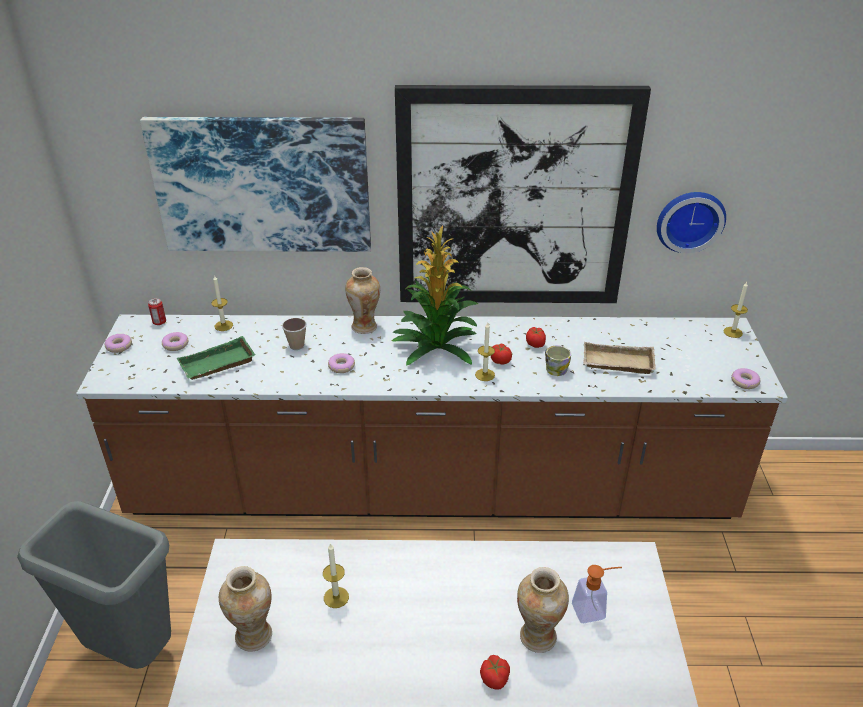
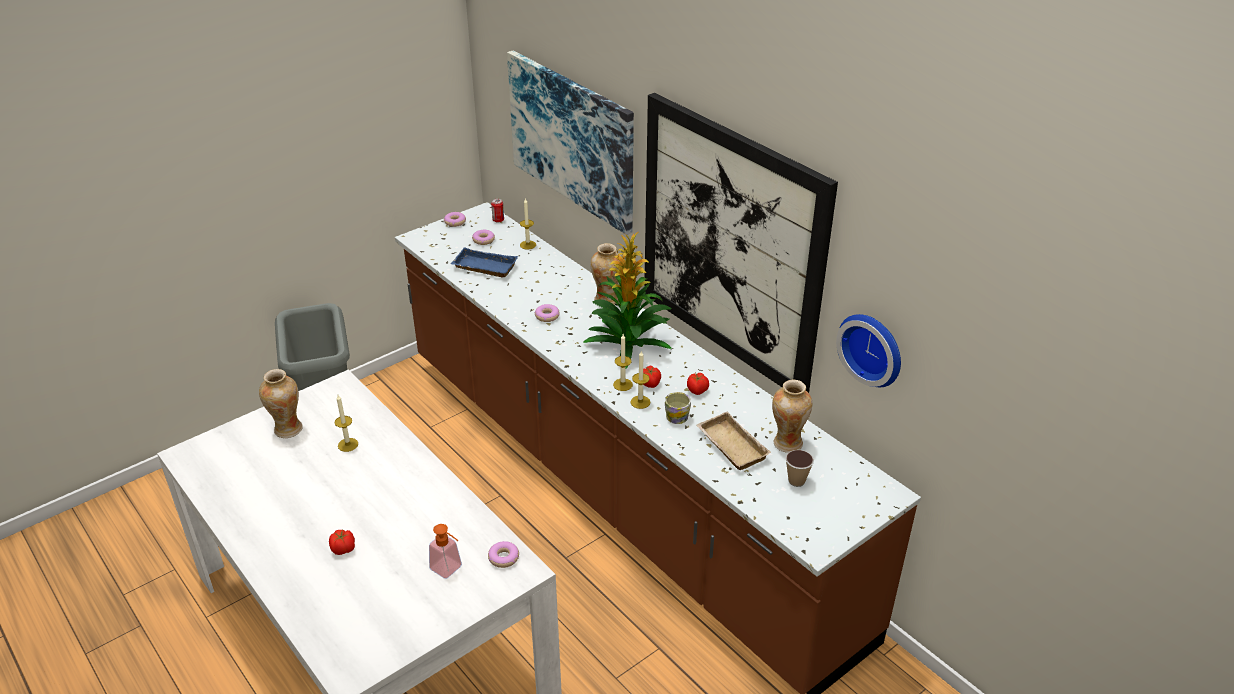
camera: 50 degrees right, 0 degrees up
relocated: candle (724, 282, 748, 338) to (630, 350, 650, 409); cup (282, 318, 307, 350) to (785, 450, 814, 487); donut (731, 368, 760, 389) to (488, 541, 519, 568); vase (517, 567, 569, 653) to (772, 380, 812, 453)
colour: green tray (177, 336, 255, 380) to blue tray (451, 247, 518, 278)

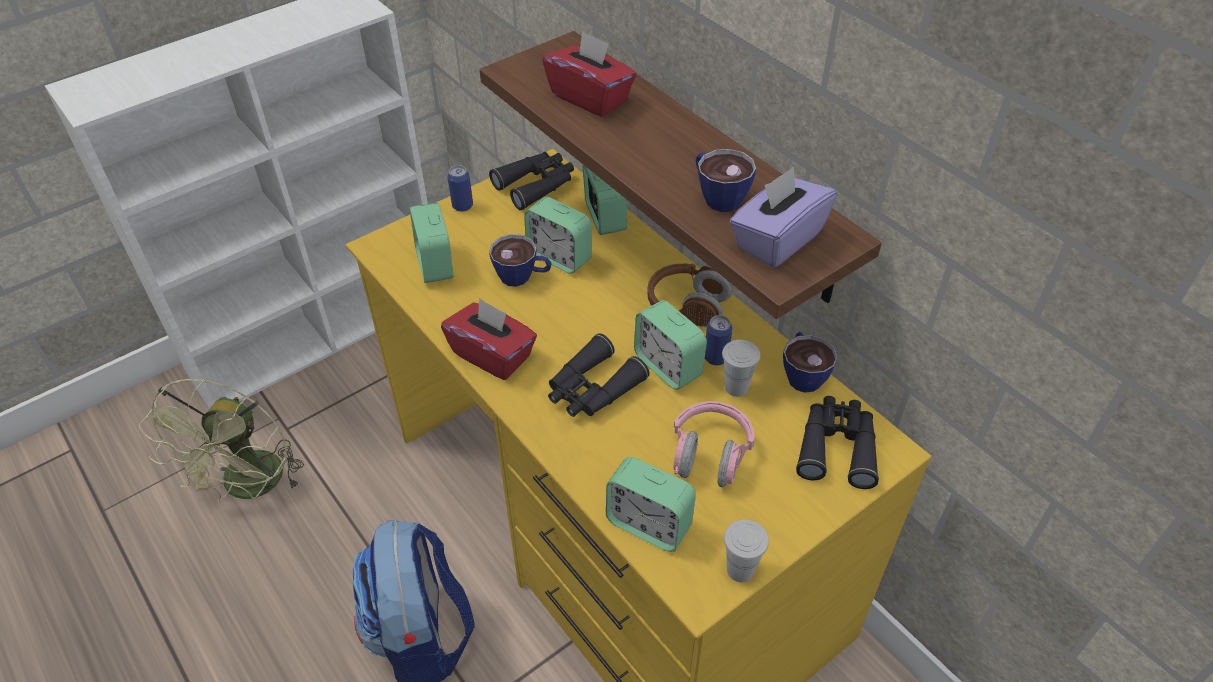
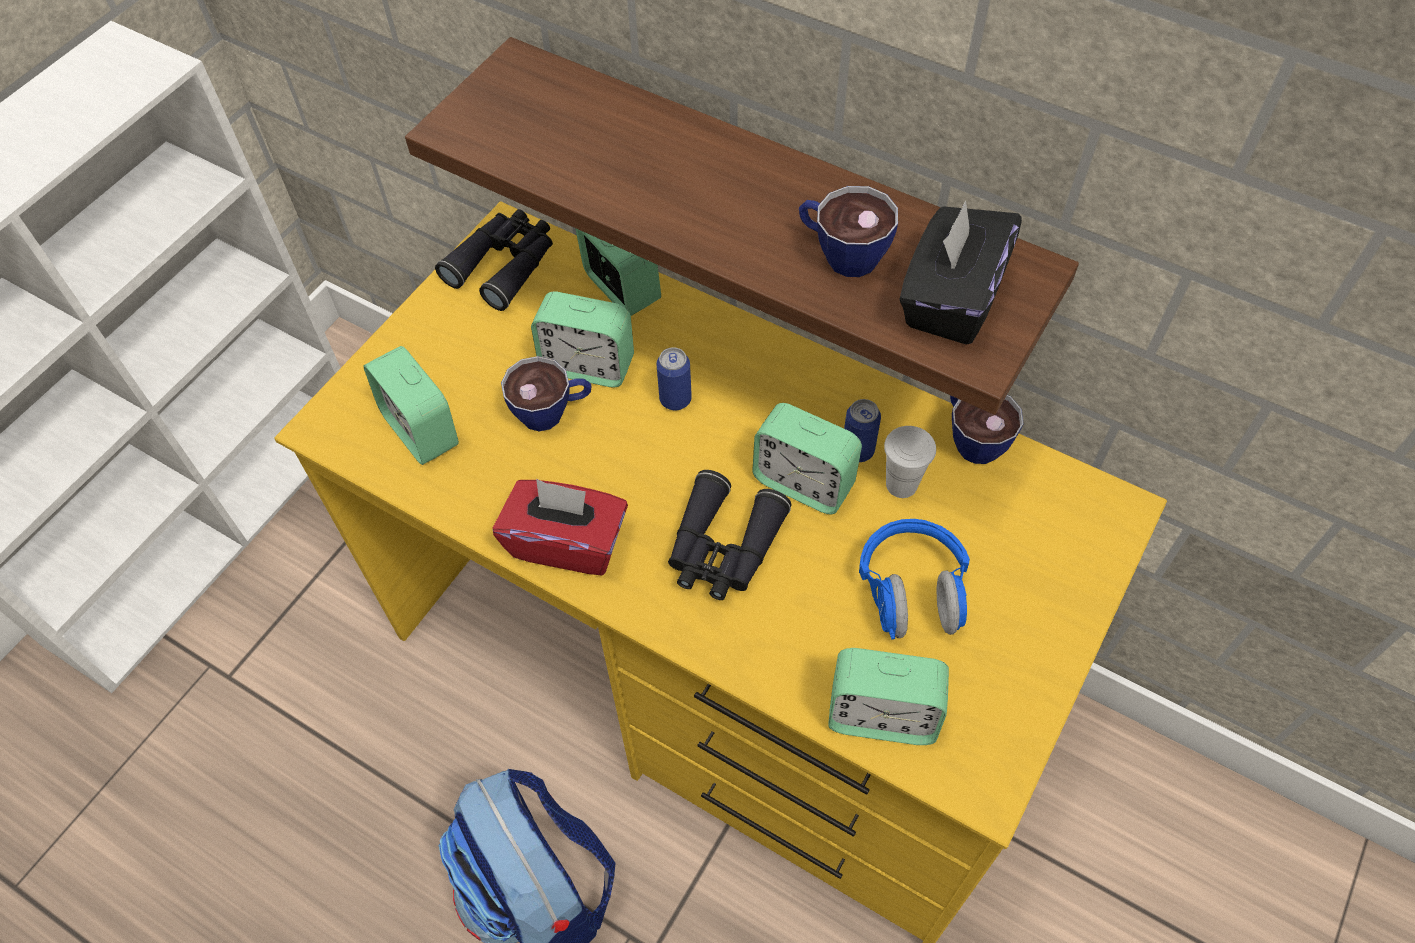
camera: 20 degrees left, 10 degrees up
missing: red tissue box (542, 31, 637, 117); brown headphones (647, 264, 732, 327); green fan (139, 379, 304, 501); black binoculars (796, 396, 879, 489); white cup (724, 520, 769, 582)
relocated: can (447, 165, 473, 212) to (657, 347, 692, 410)
colour: purple tissue box (730, 167, 837, 268) to black tissue box (899, 201, 1022, 345); pink headphones (673, 401, 755, 487) to blue headphones (859, 519, 970, 640)

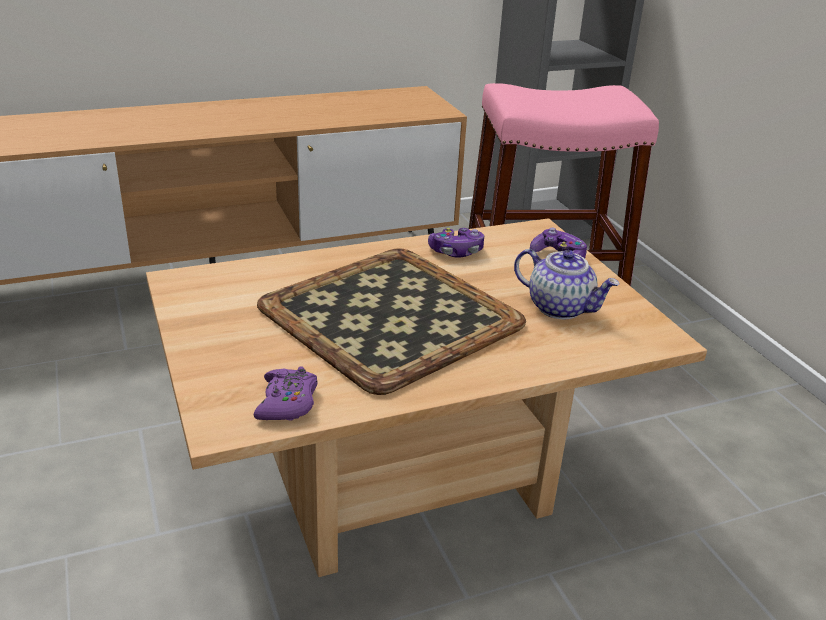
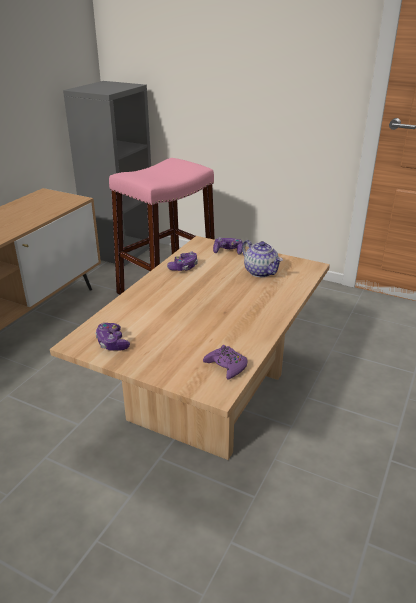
camera: 40 degrees left, 0 degrees up
missing: tray (257, 248, 526, 395)
appeared: game controller (95, 323, 130, 351)
spun: teapot (514, 249, 620, 319) = (242, 240, 283, 277) 60 degrees clockwise

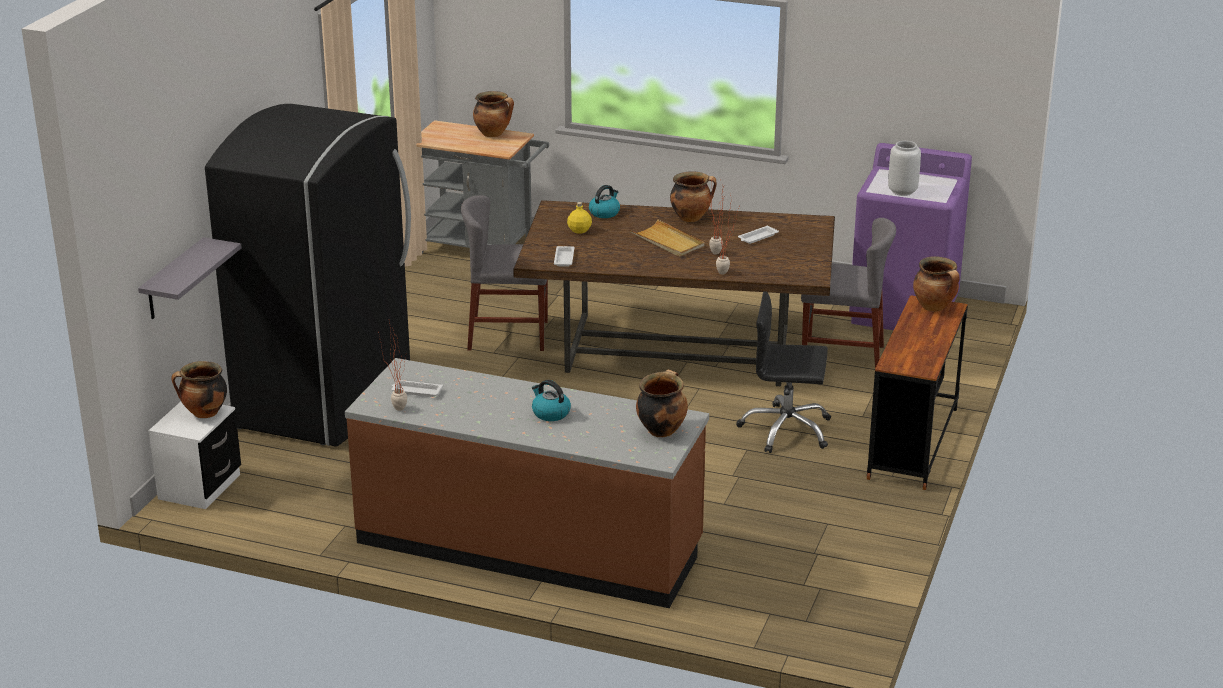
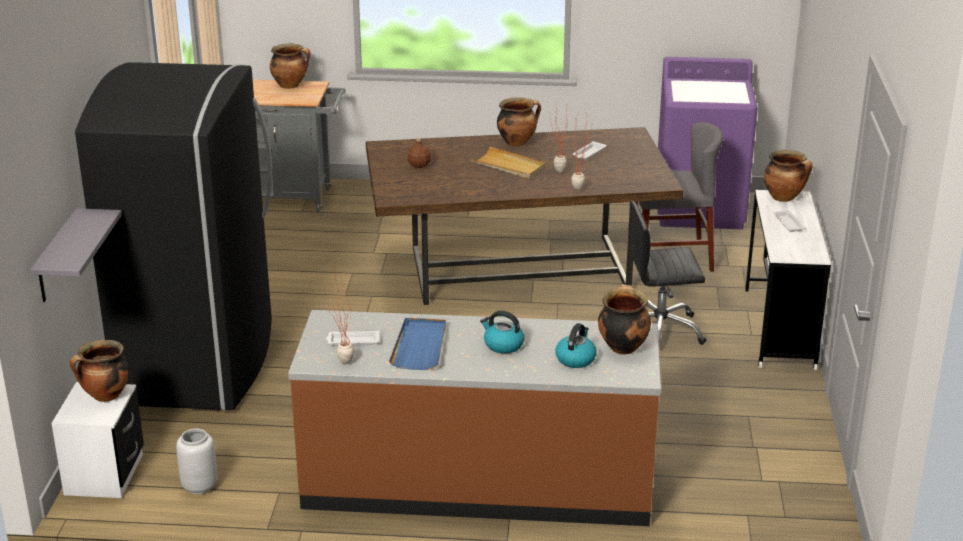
camera: 15 degrees left, 0 degrees up
missing: grey chair (461, 196, 548, 351)
appeared: blue tray (389, 318, 446, 370)
relocated: grey vase (888, 141, 921, 196) to (176, 428, 217, 494); kettle (589, 185, 620, 218) to (555, 323, 597, 368); white tray (554, 246, 574, 267) to (773, 210, 806, 232)
colour: yellow bottle (567, 202, 592, 234) to brown bottle (407, 137, 431, 168); brown desk (867, 295, 968, 490) to white desk (745, 190, 831, 370)

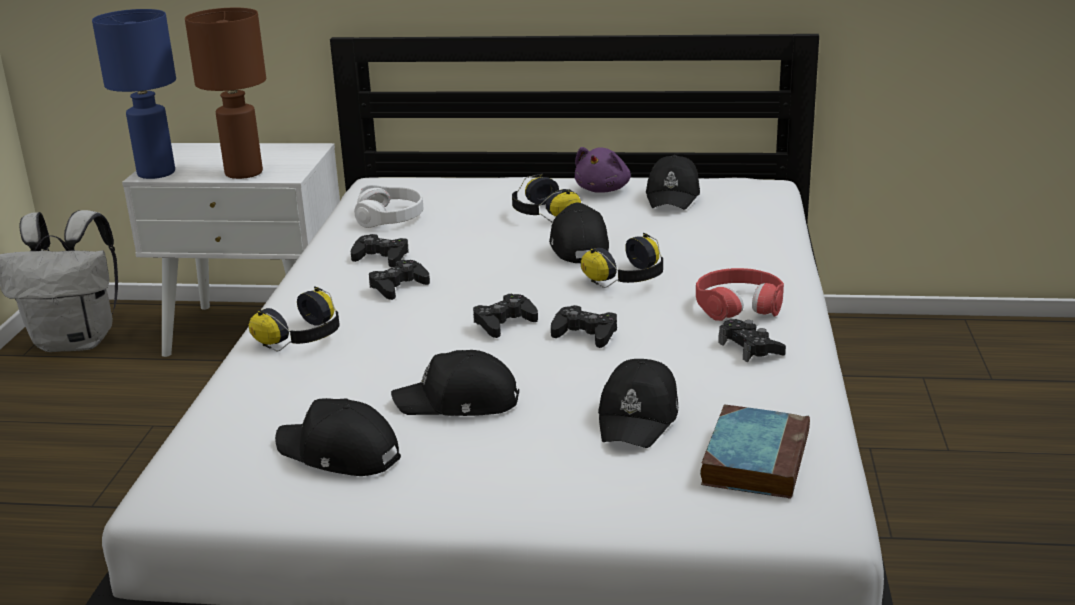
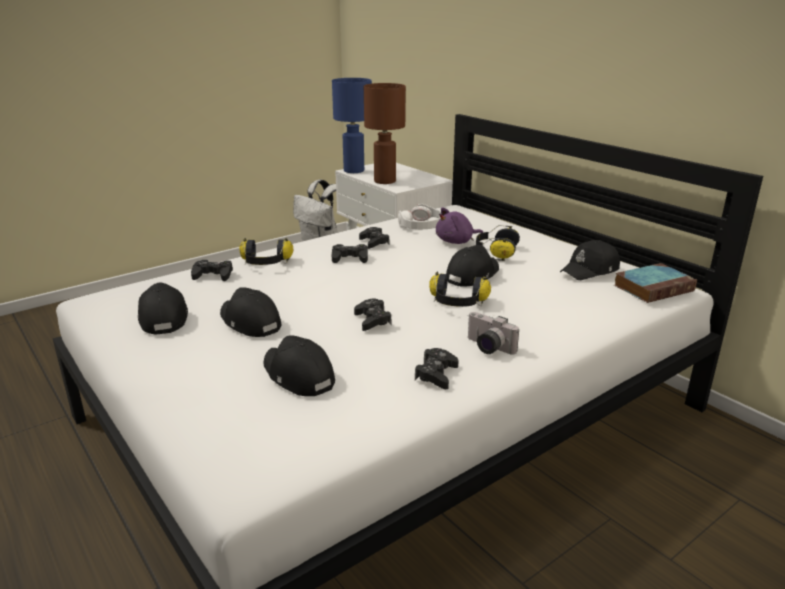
camera: 45 degrees right, 0 degrees up
relocated: purple plush toy (575, 147, 631, 193) to (436, 207, 483, 244); black game controller (473, 294, 538, 338) to (191, 260, 233, 281); book (700, 405, 810, 499) to (614, 263, 697, 303)
exchanged: red headphones (696, 268, 784, 321) to photo camera (468, 312, 519, 355)
spun: black cap (598, 359, 678, 448) = (264, 335, 335, 396) 75 degrees clockwise

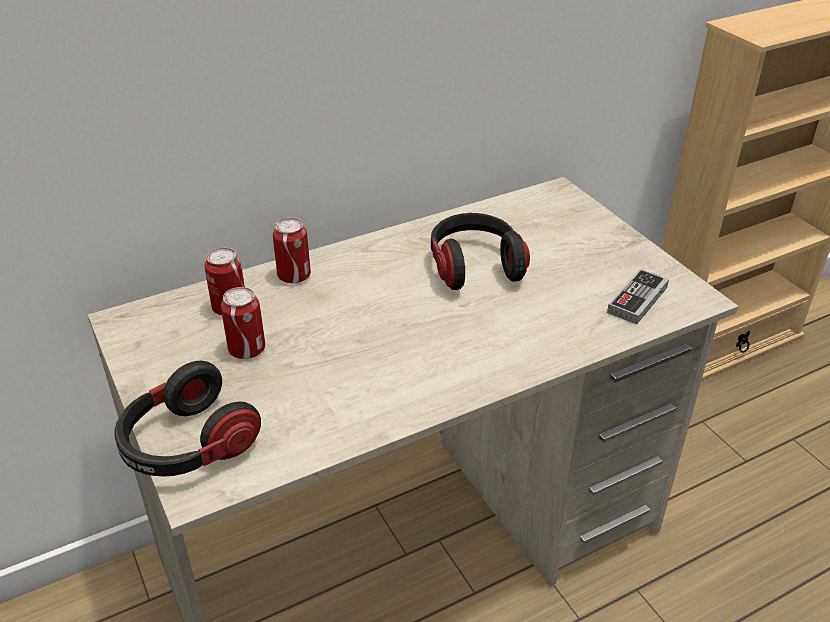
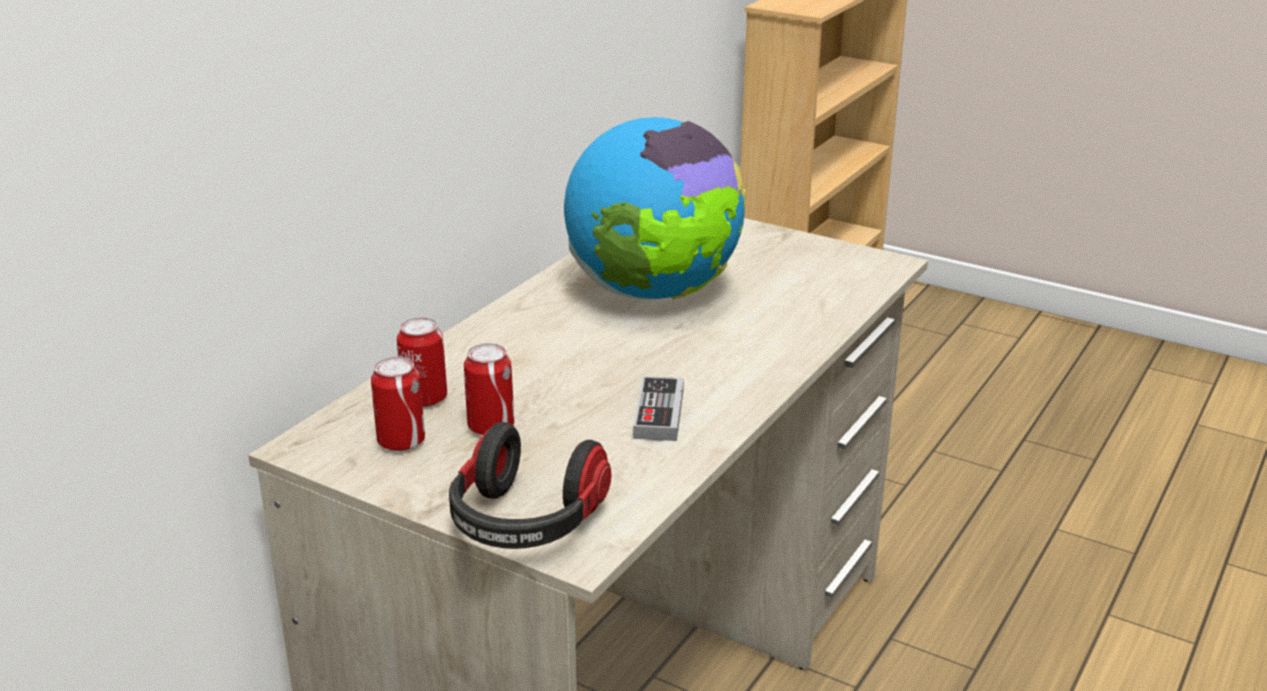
camera: 30 degrees left, 10 degrees down
relocated: can (273, 218, 311, 283) to (371, 357, 425, 451); game controller (607, 269, 669, 325) to (633, 376, 684, 441)
exchanged: headphones (431, 213, 530, 290) to globe (564, 117, 747, 300)

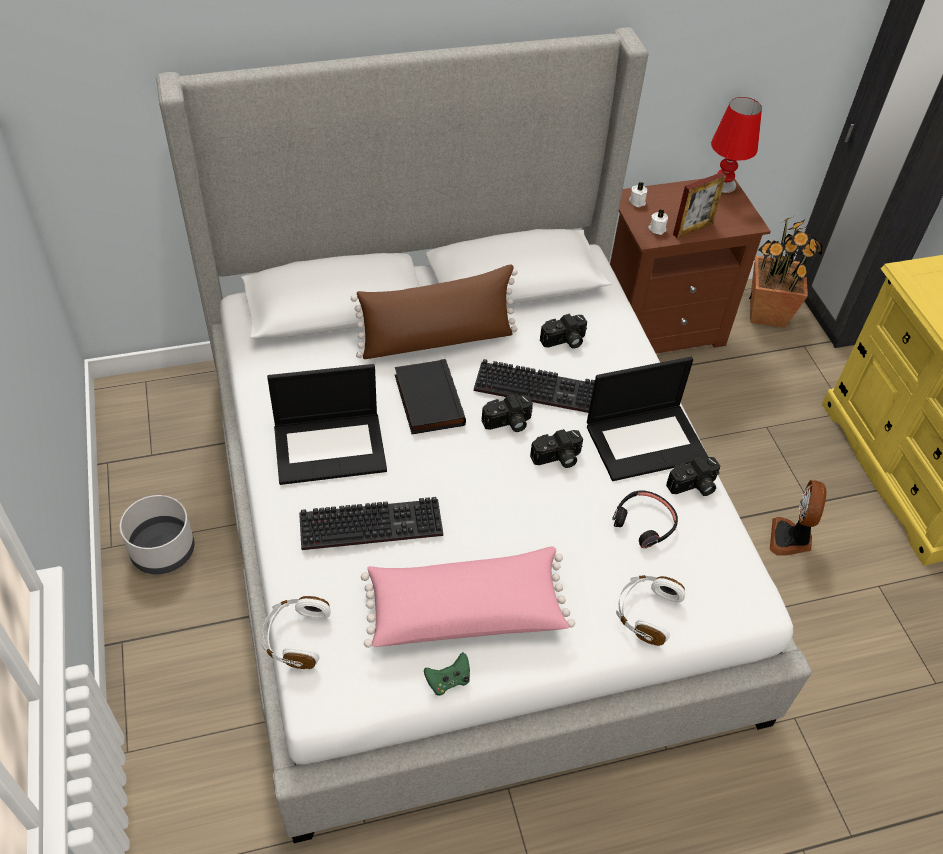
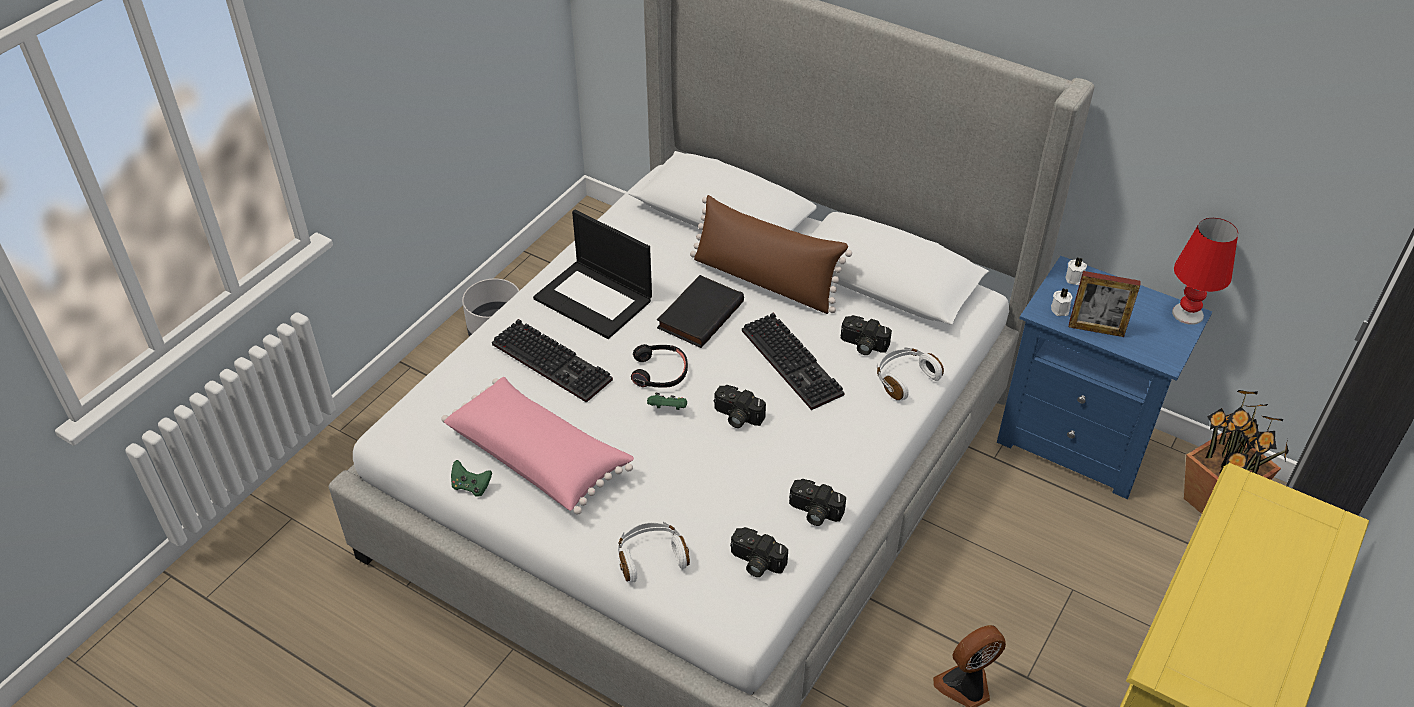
camera: 50 degrees right, 5 degrees down
missing: laptop (587, 357, 708, 481)
appeared: green game controller (647, 393, 687, 410)
relocated: photo camera (482, 394, 533, 432) to (730, 527, 788, 577); black headphones (612, 490, 678, 548) to (631, 344, 688, 388); white headphones (261, 596, 331, 669) to (877, 347, 944, 400)
colour: brown nightstand (610, 178, 771, 353) to blue nightstand (997, 256, 1212, 499)

